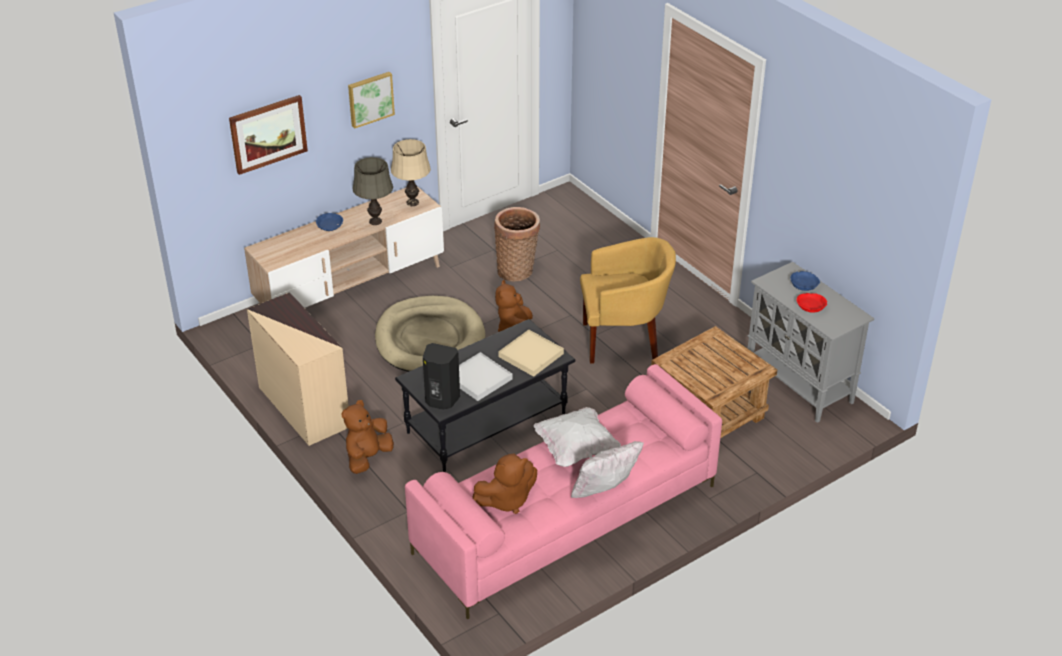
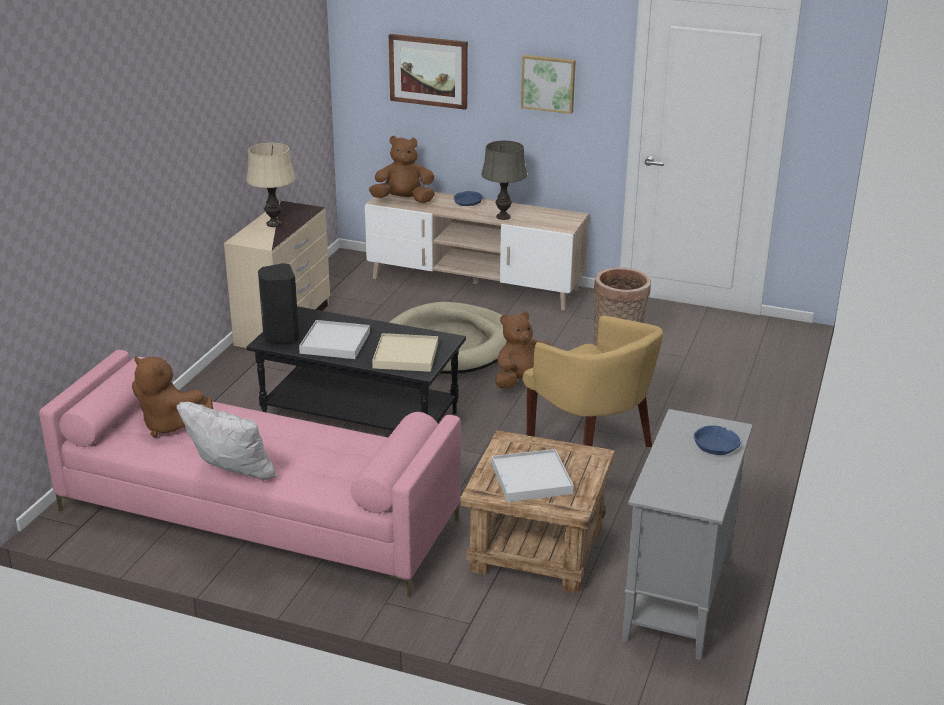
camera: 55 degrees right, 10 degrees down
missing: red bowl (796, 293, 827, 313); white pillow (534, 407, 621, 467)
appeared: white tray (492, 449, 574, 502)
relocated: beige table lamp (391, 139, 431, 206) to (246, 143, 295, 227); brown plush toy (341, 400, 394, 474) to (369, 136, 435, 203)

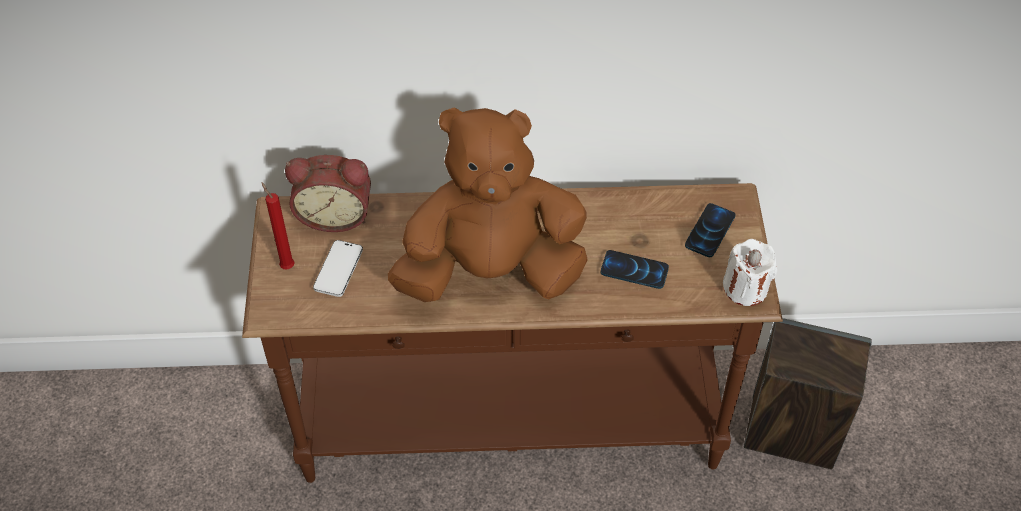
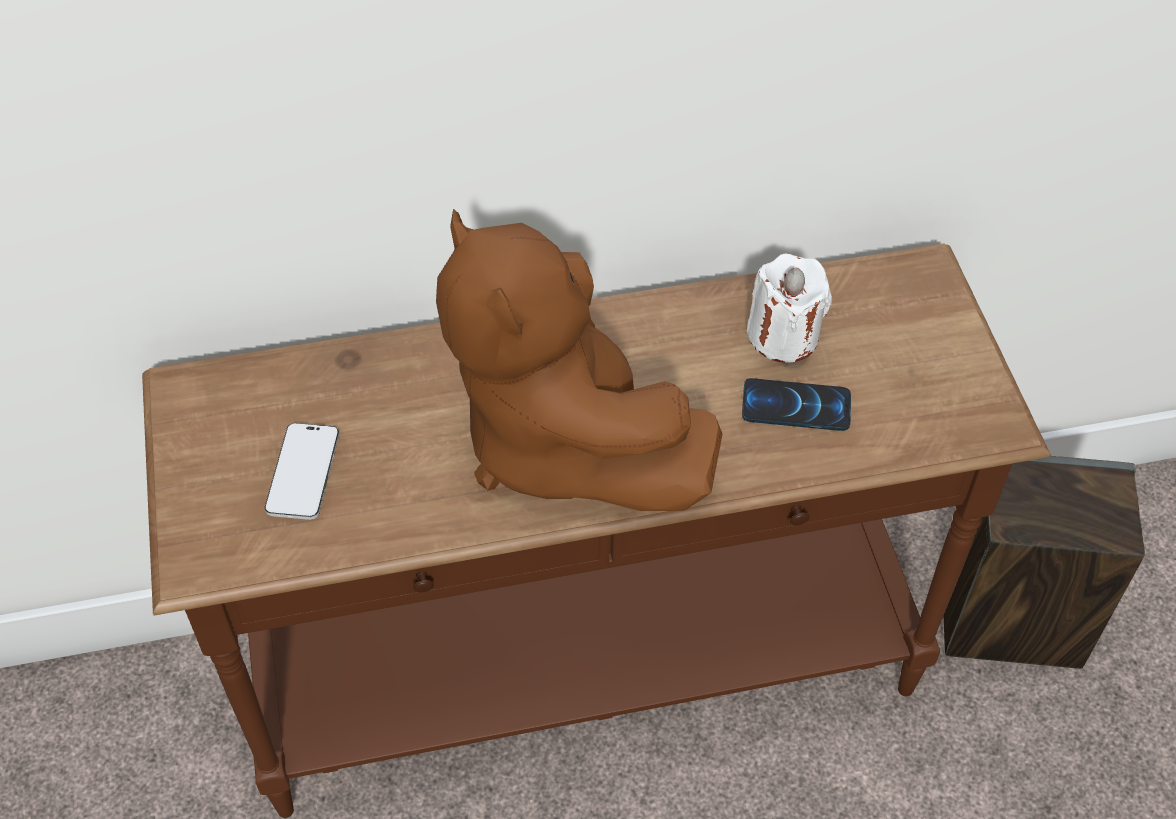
camera: 10 degrees left, 0 degrees up
missing: alarm clock (285, 155, 371, 232); red candle (261, 182, 295, 269); phone (685, 203, 736, 257)
relocated: white candle (723, 239, 777, 306) to (746, 253, 832, 363)
spun: brown plush toy (388, 107, 588, 302) = (436, 209, 722, 511) 105 degrees counterclockwise

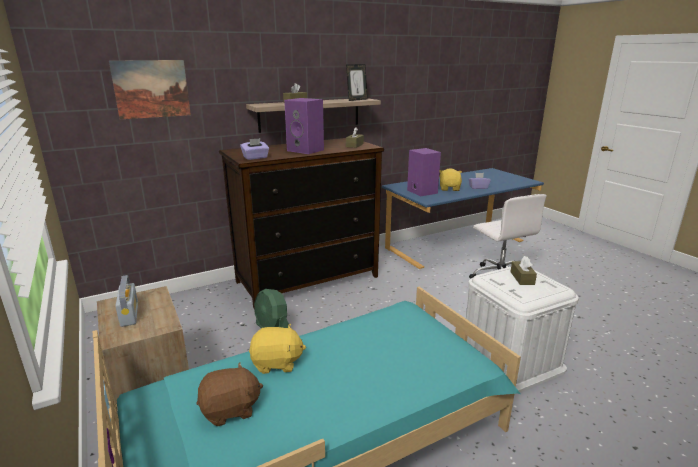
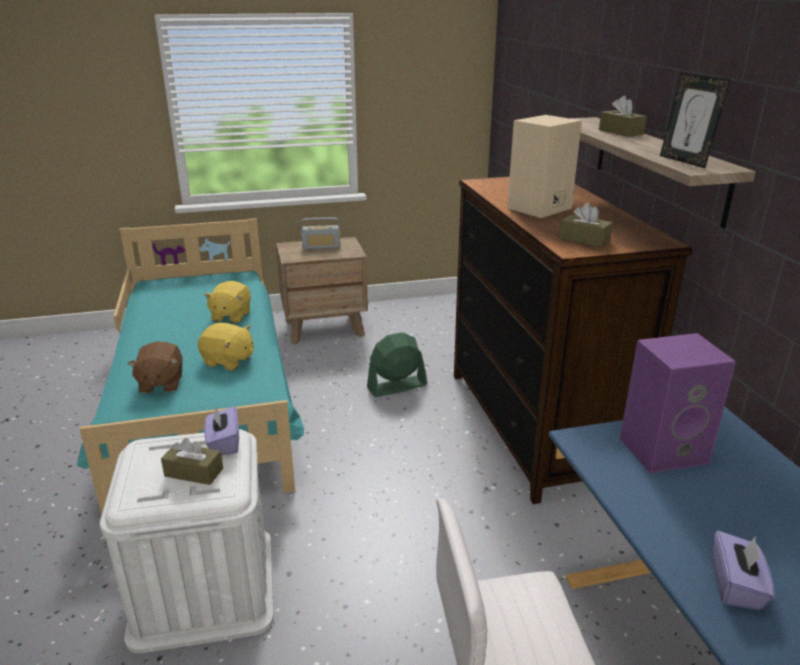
camera: 105 degrees right, 5 degrees up
missing: picture (109, 60, 191, 119)
relocated: purple tissue box (240, 138, 269, 160) to (204, 406, 239, 455); yellow plush toy (439, 168, 462, 191) to (198, 323, 254, 371); brown plush toy (197, 362, 263, 426) to (128, 341, 182, 394)
colour: purple speaker (284, 98, 324, 154) to beige speaker (507, 115, 582, 218)

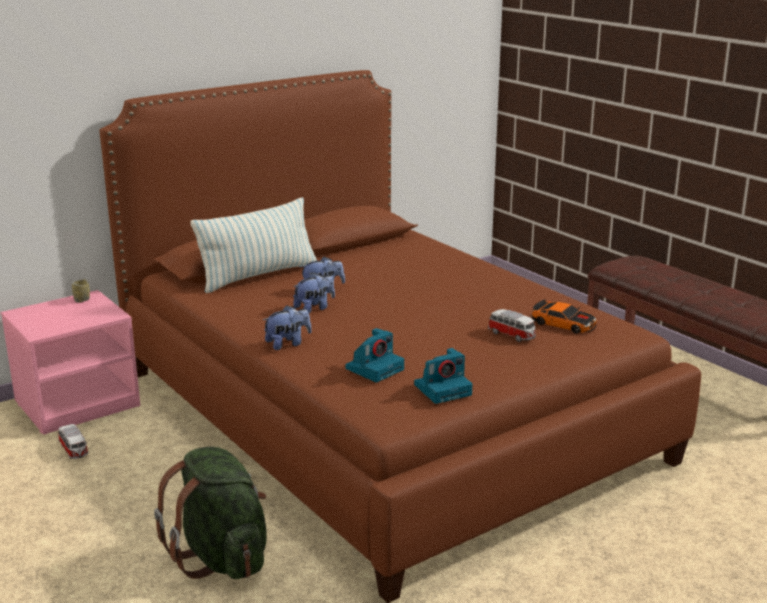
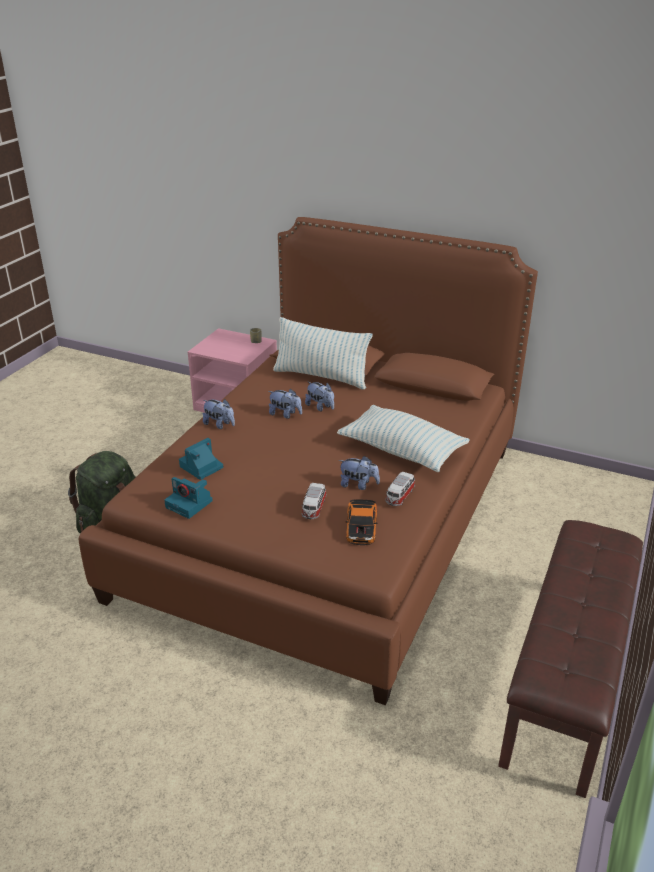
camera: 60 degrees right, 10 degrees up
appeared: pillow (337, 405, 470, 472); plush toy (338, 456, 380, 490)
relocated: toy car (58, 424, 88, 459) to (385, 472, 415, 506)
spun: photo camera (345, 328, 404, 382) = (179, 438, 224, 480) 120 degrees clockwise

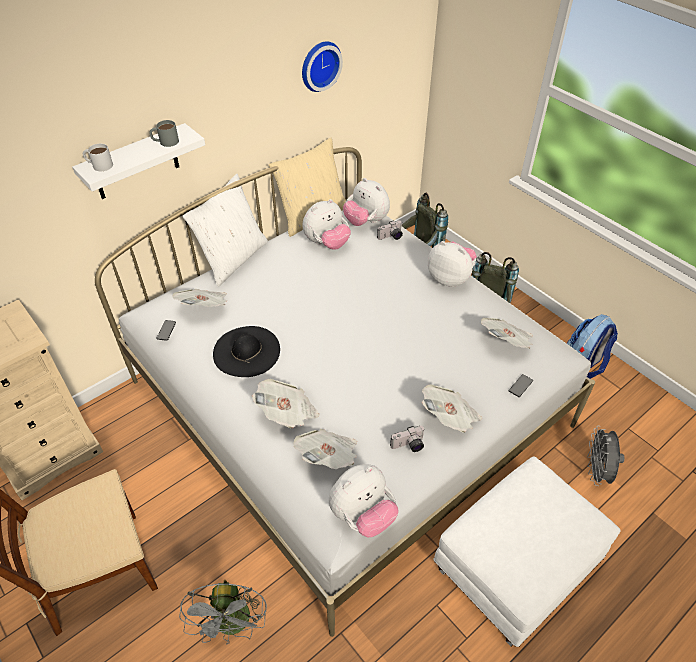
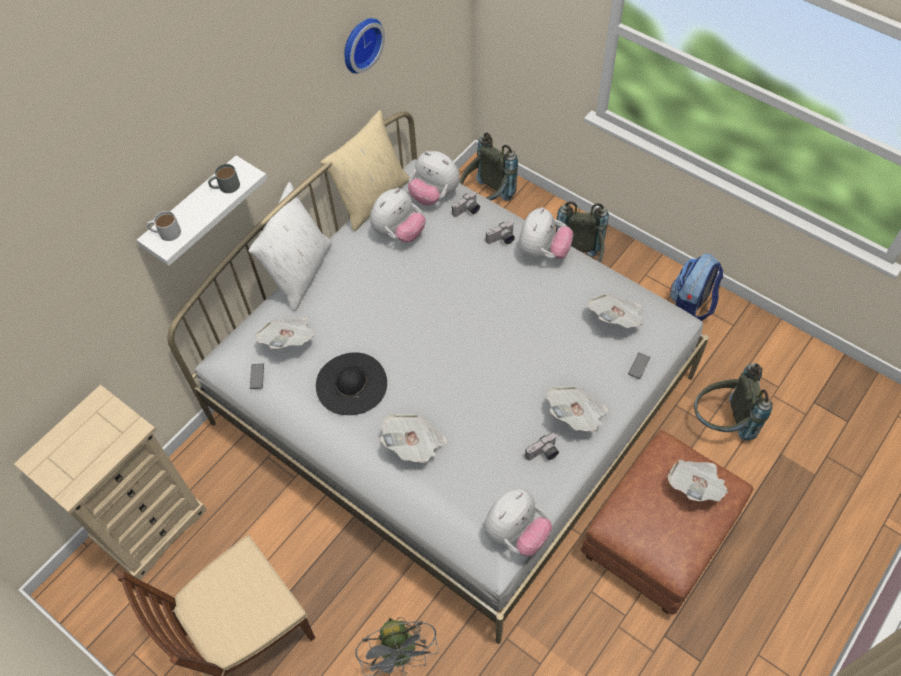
camera: 10 degrees left, 10 degrees up
appeared: photo camera (486, 221, 515, 244)
relocated: newspaper (293, 429, 357, 469) to (667, 460, 728, 501)
exchanged: grey fan (587, 426, 624, 486) to grey backpack (694, 363, 773, 441)
colour: white ottoman (433, 456, 620, 647) to brown ottoman (581, 430, 753, 615)
spun: plush toy (428, 241, 477, 287) = (519, 207, 573, 259) 90 degrees clockwise

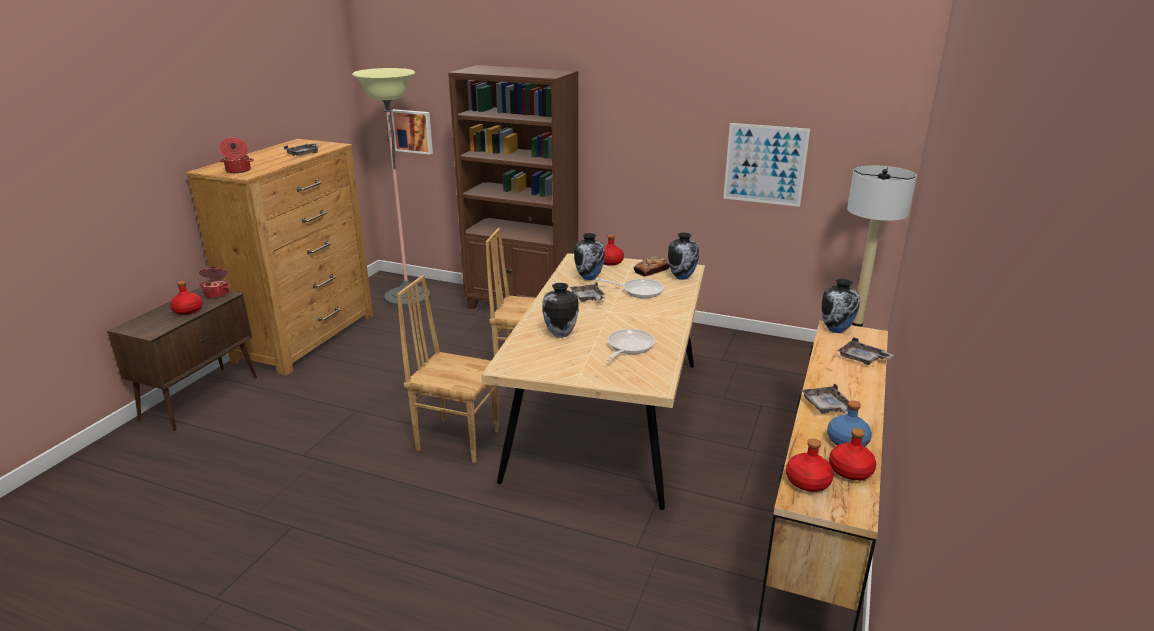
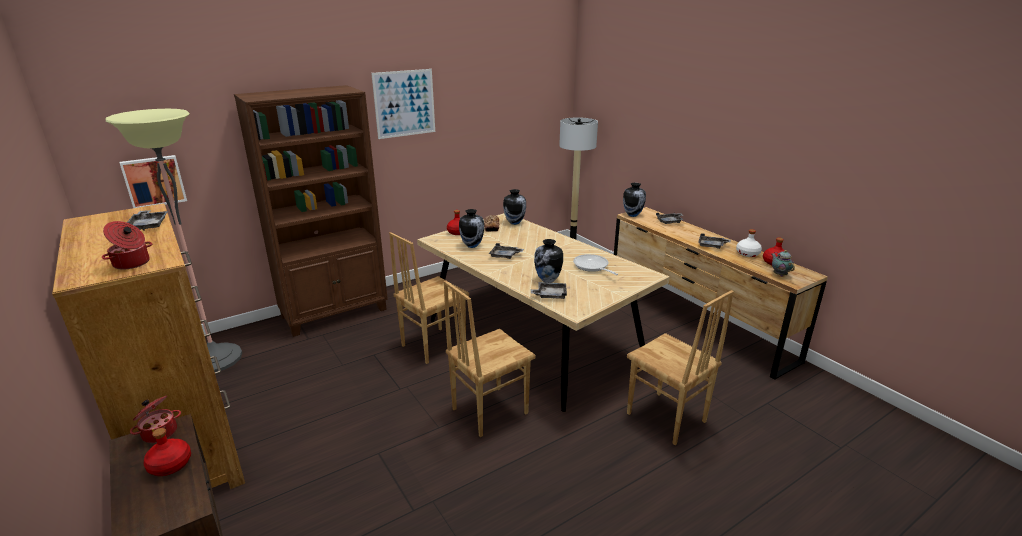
camera: 55 degrees left, 0 degrees up
missing: frying pan (596, 278, 664, 298)
appeared: grey tray (531, 282, 567, 299); brown chair (627, 290, 734, 445)
relocated: picture (723, 123, 810, 207) to (371, 69, 435, 139)
exchanged: red bottle (786, 438, 834, 492) to teapot (772, 250, 795, 276)
colour: blue bottle (827, 401, 872, 446) to white bottle (736, 229, 762, 257)

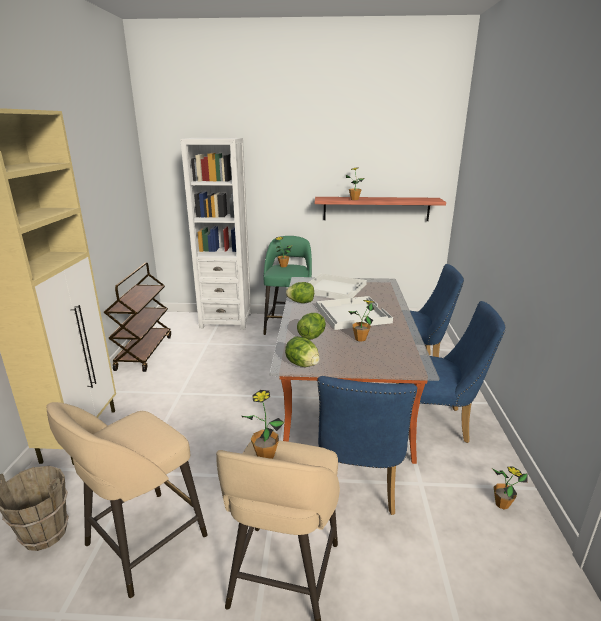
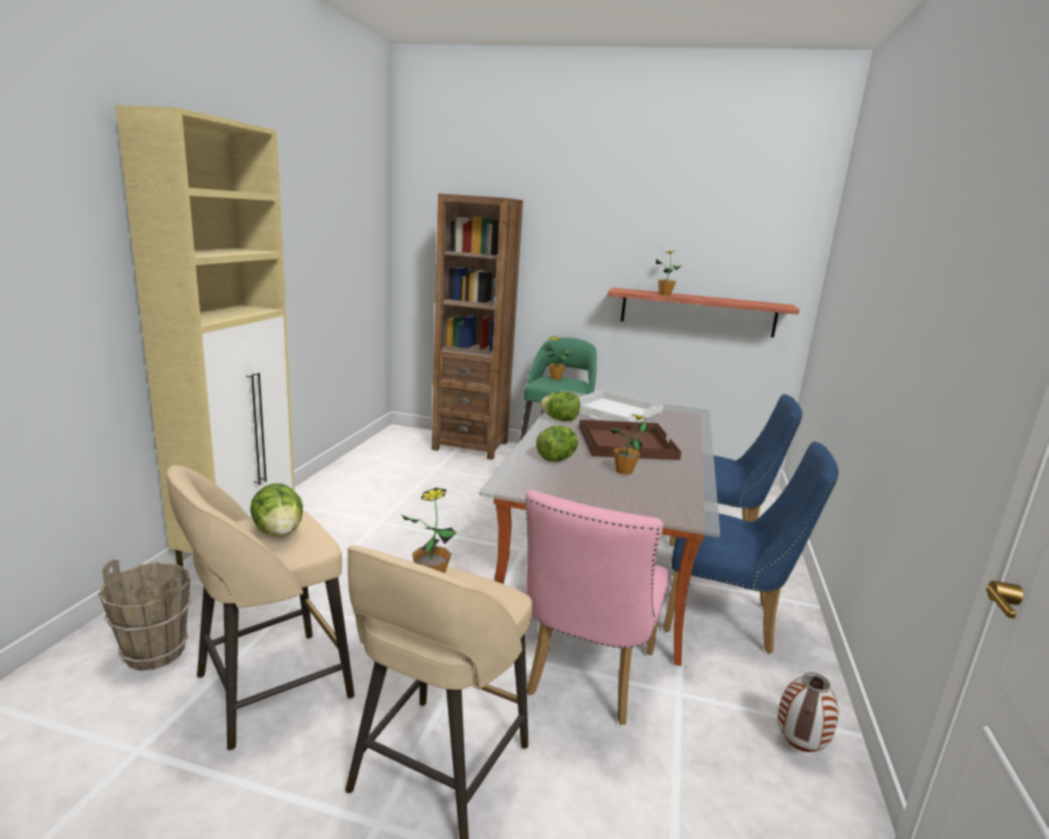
camera: 10 degrees right, 5 degrees down
missing: brown cart (104, 263, 171, 372)
relocated: lettuce (285, 336, 320, 367) to (250, 483, 303, 536)
exchanged: potted plant (492, 466, 528, 510) to vase (777, 672, 839, 752)
colour: white bookcase (180, 138, 251, 330) to brown bookcase (432, 193, 523, 460); white tray (316, 296, 393, 330) to brown tray (579, 420, 681, 460); blue chair (317, 376, 417, 515) to pink chair (525, 490, 669, 725)

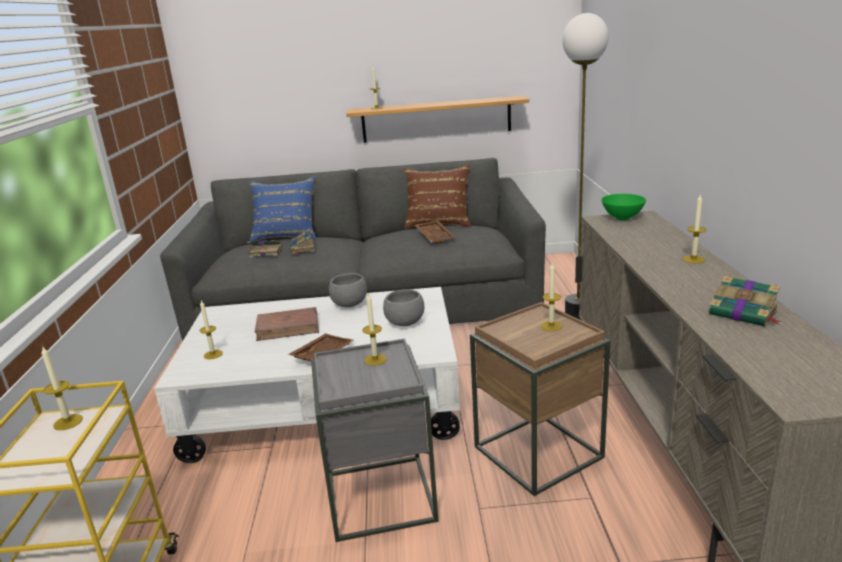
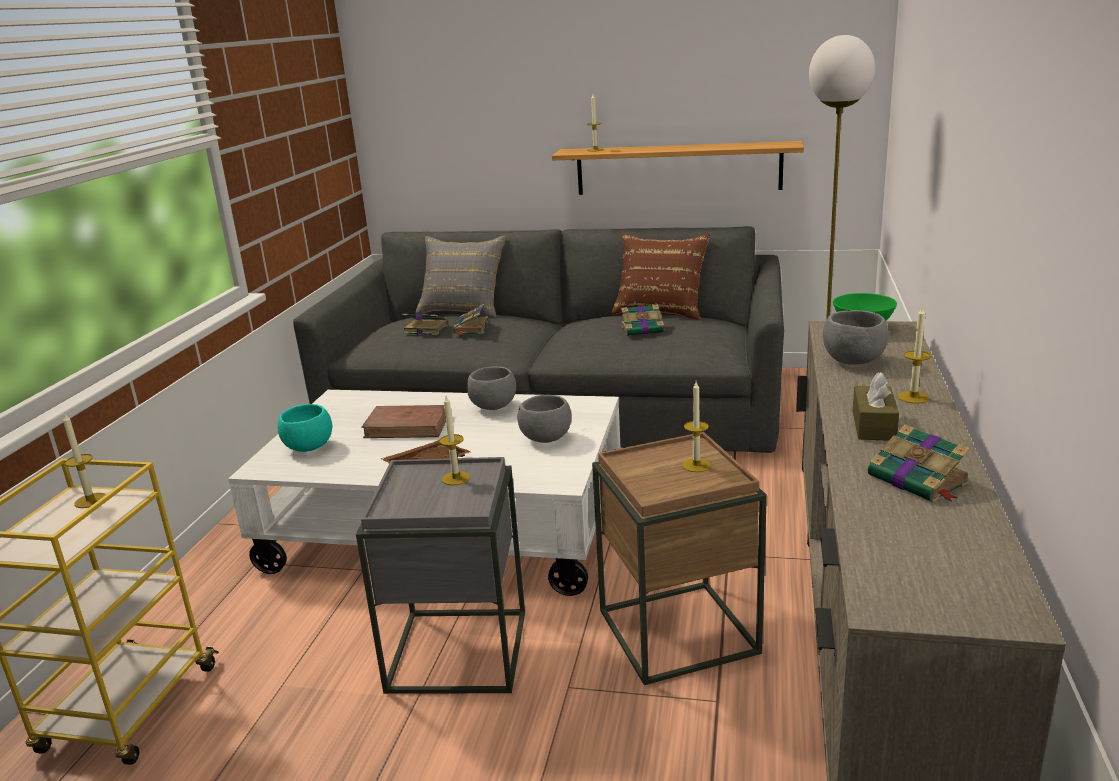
camera: 15 degrees right, 0 degrees up
appeared: grey bowl (823, 310, 888, 365); brown tissue box (853, 372, 899, 441)
exchanged: brown tray (415, 220, 455, 244) to book (621, 304, 670, 336); candle (200, 301, 223, 359) to turquoise bowl (278, 404, 332, 452)
colour: blue pillow (249, 176, 316, 242) to grey pillow (415, 236, 506, 318)

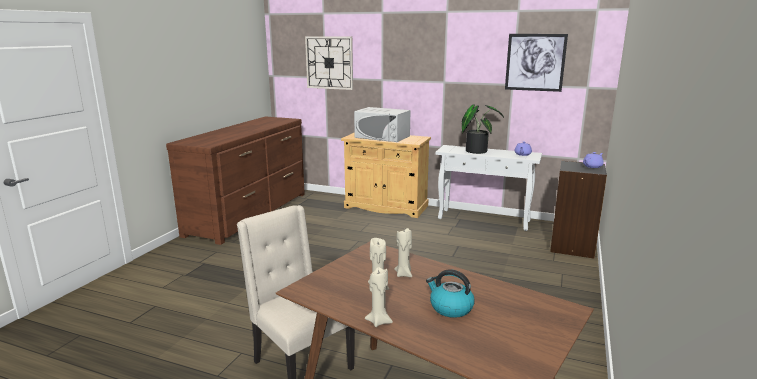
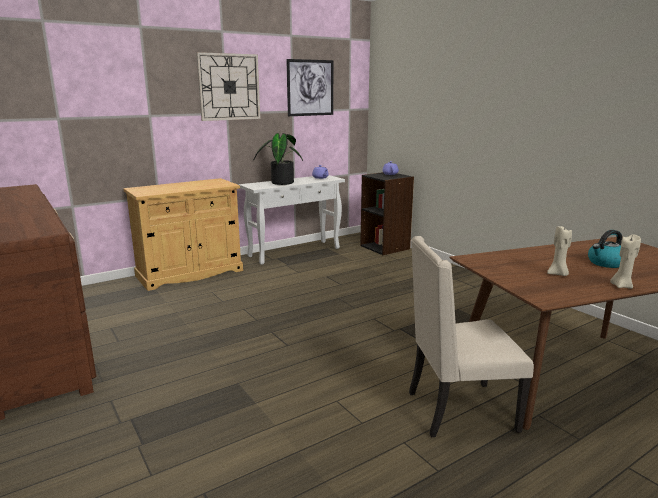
camera: 55 degrees left, 0 degrees up
missing: white microwave (354, 107, 410, 142); beige candle (394, 228, 412, 277)
relocated: wall clock (305, 36, 353, 90) to (196, 52, 260, 121)

